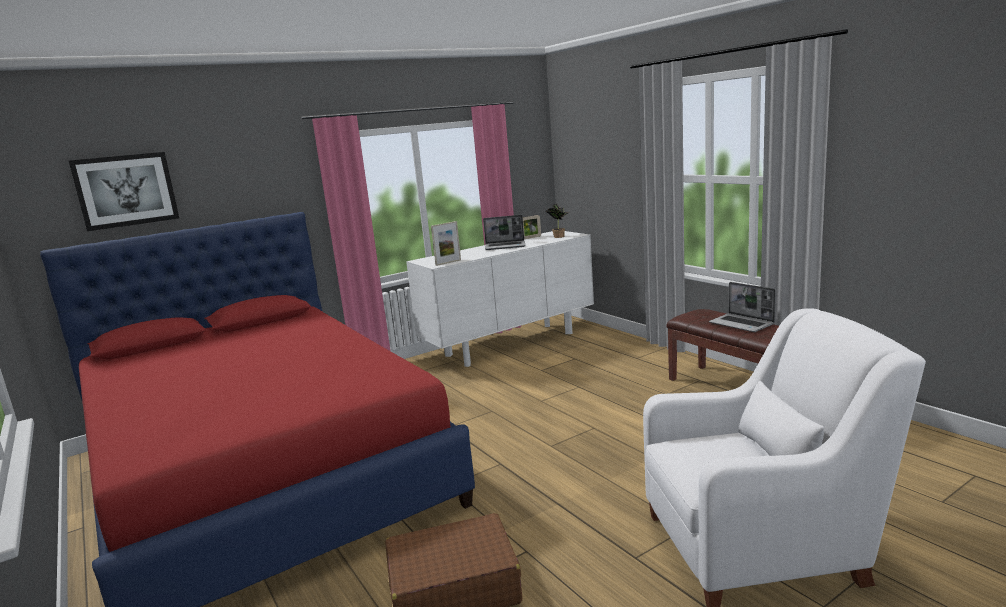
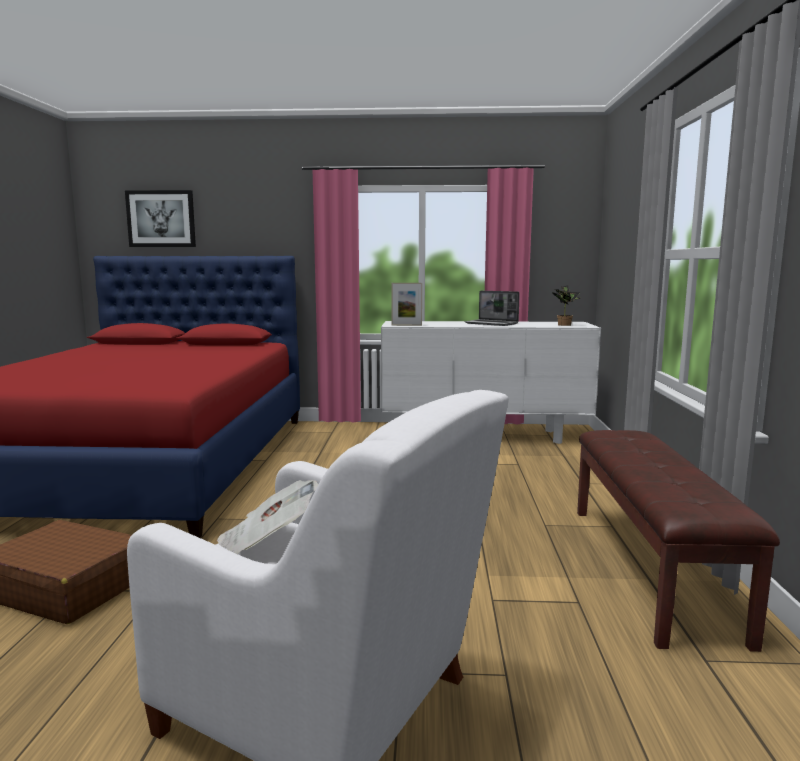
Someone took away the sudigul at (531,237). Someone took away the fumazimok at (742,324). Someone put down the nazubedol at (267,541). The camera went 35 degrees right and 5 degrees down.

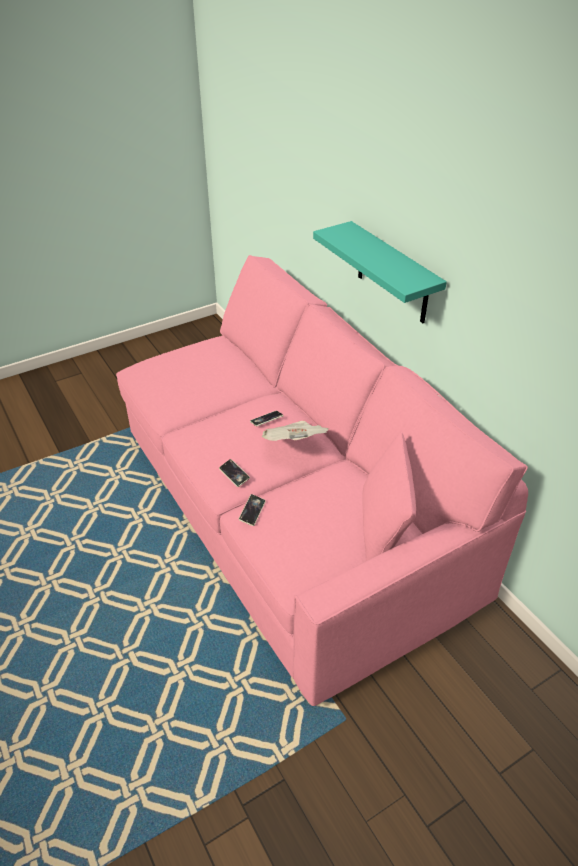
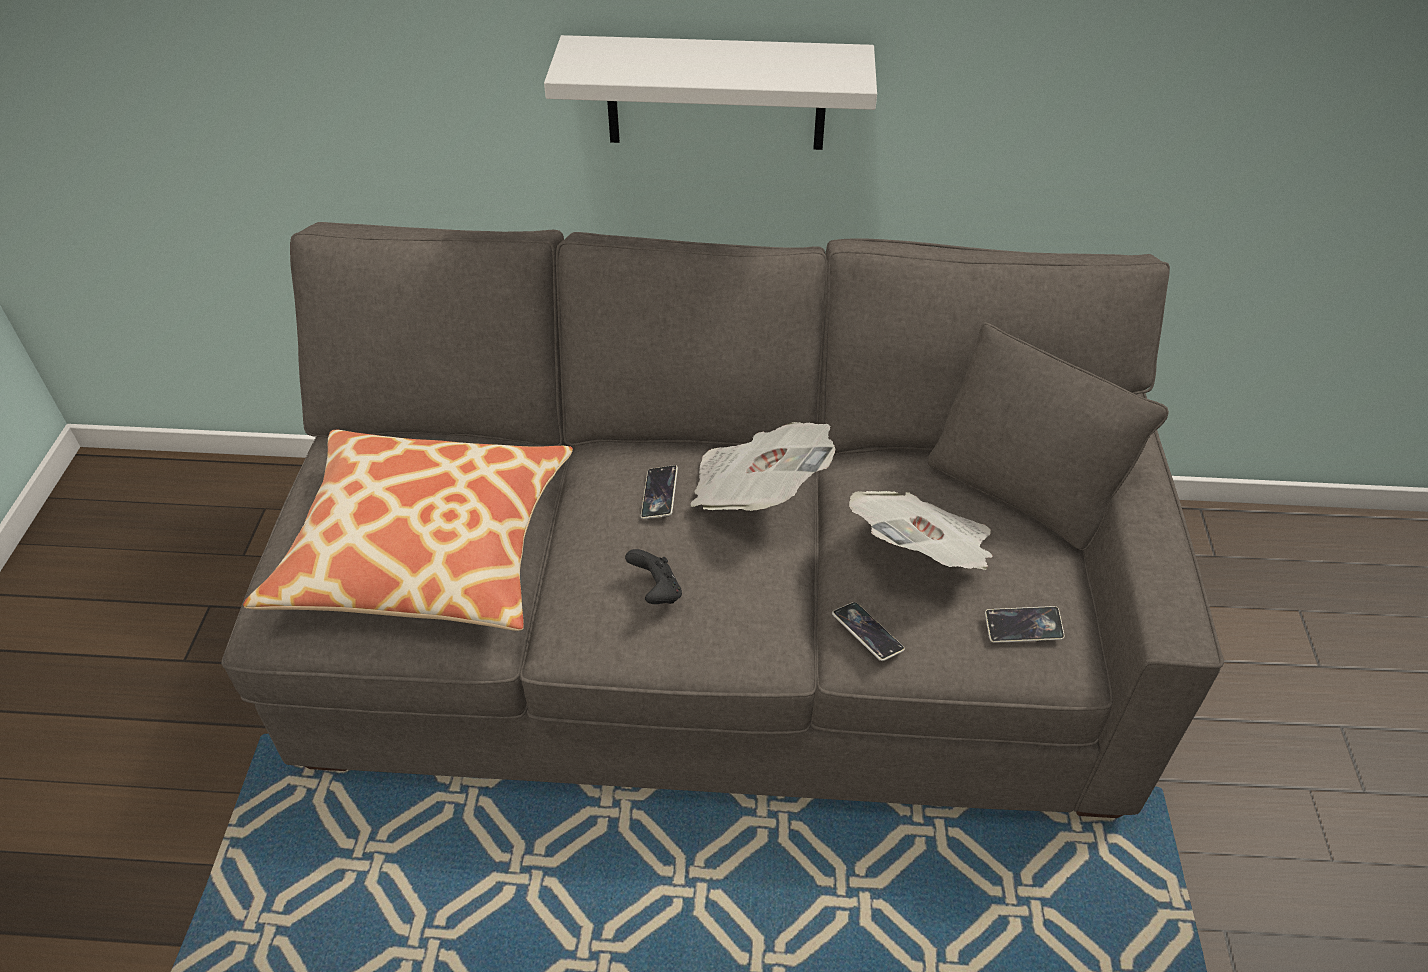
Someone put down the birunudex at (426,548). Someone put down the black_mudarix at (656,591). Someone put down the nazubedol at (922,554). Someone carried the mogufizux from (234,474) to (1023,628). Someone repainted the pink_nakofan at (290,511), which became the grey_nakofan at (714,630). Someone repainted the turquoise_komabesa at (393,274), which became the white_komabesa at (716,93). The camera went 55 degrees left and 5 degrees up.

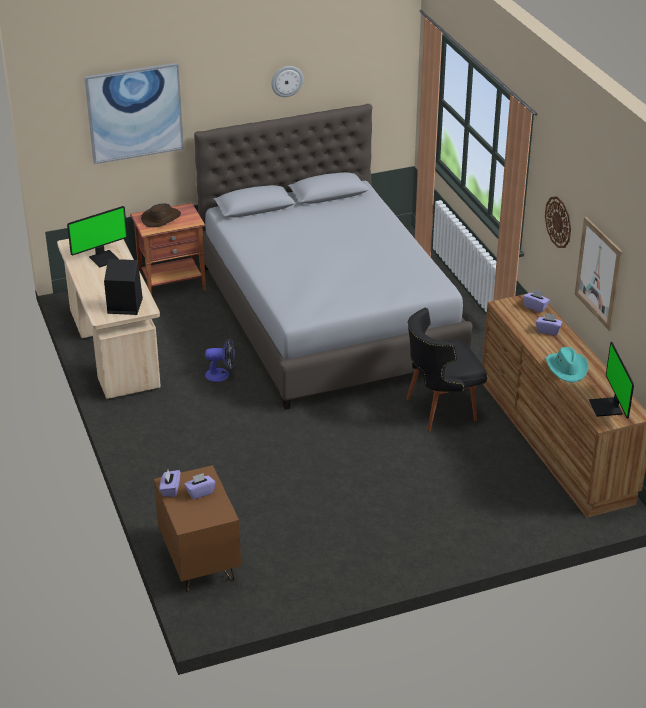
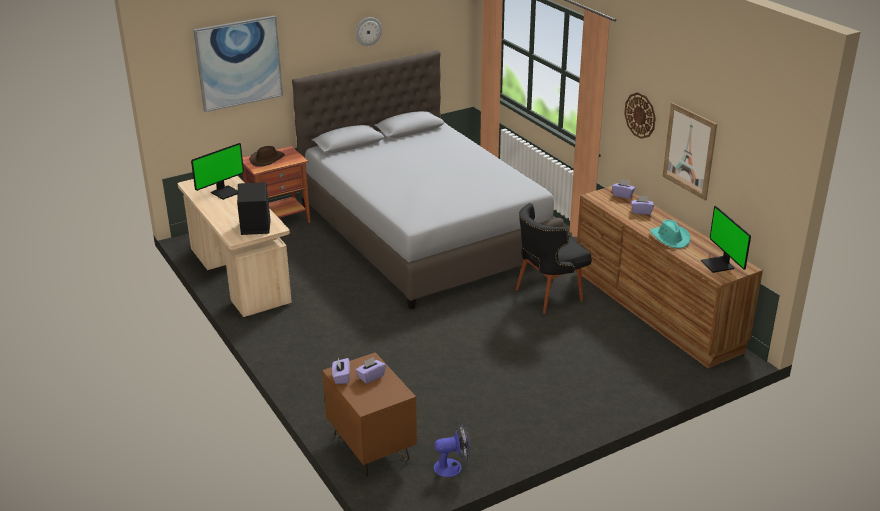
Someone carried the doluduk from (221,375) to (453,467). The camera went 10 degrees left and 5 degrees down.

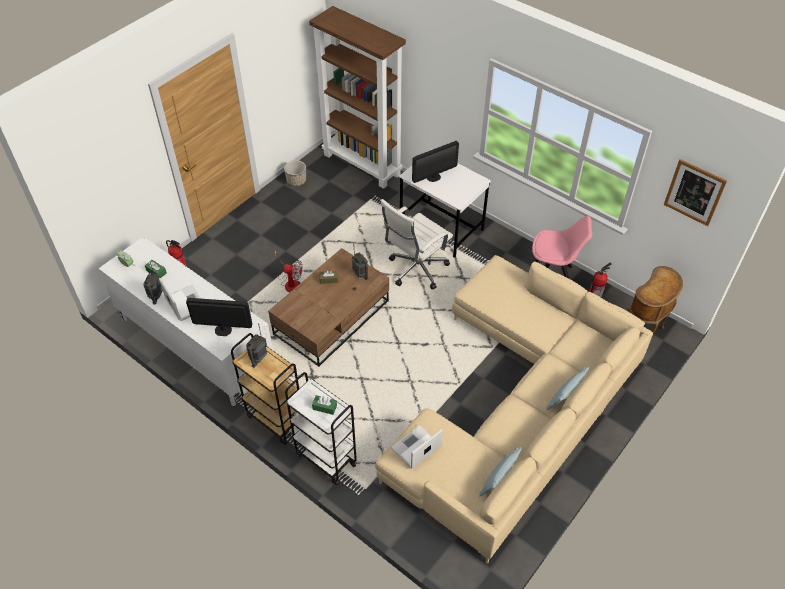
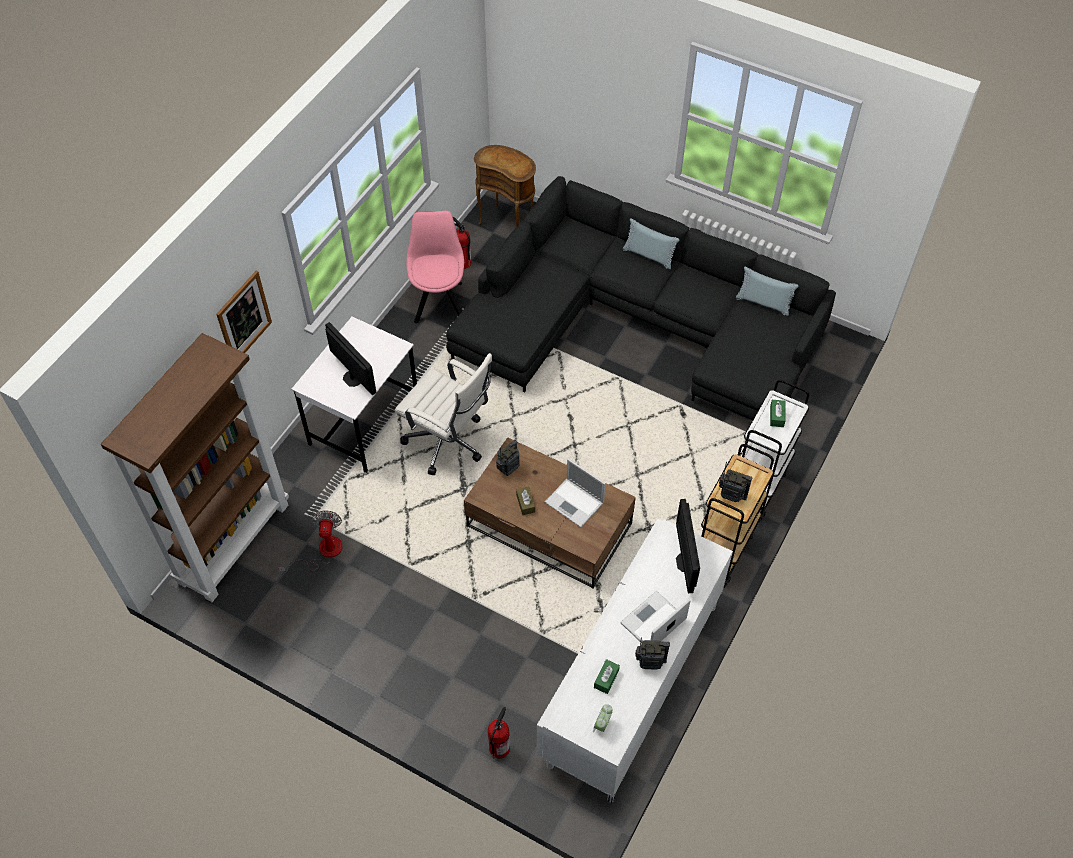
Someone took away the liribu at (296,181). Someone carried the doluduk from (290,282) to (322,552). Someone carried the fumazimok from (415,448) to (575,503). Someone carried the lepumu from (694,192) to (243,317). Someone repainted the beige_nakofan at (517,407), which became the black_nakofan at (636,323). The camera went 100 degrees left and 5 degrees up.

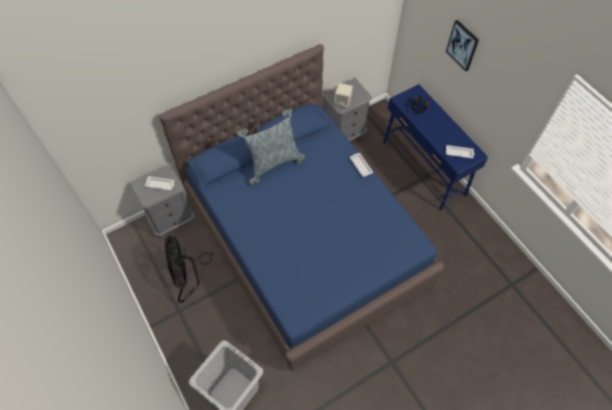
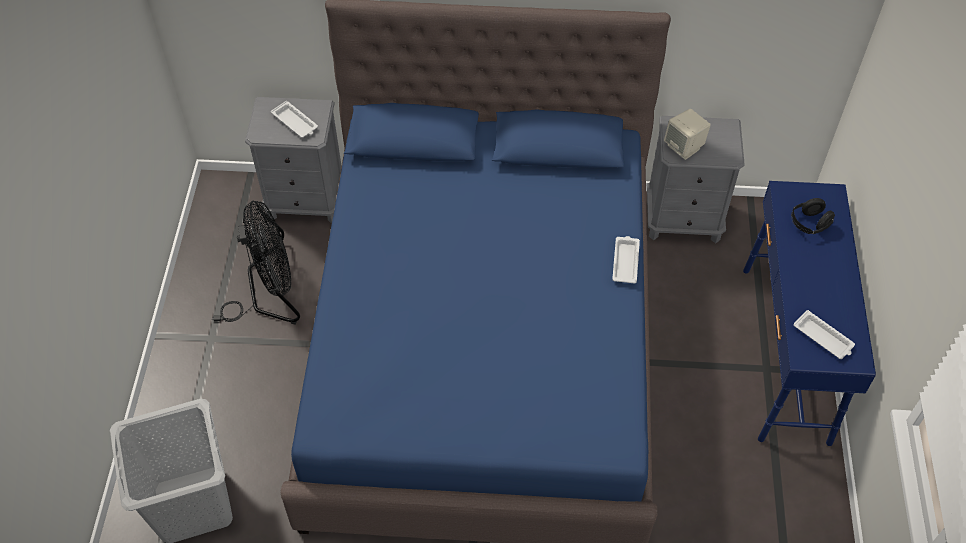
Someone took away the birunudex at (273,165). Someone took away the lepumu at (462,45). Someone rotated the black_doluduk at (187,272) by 150 degrees clockwise. The camera went 35 degrees right and 5 degrees down.

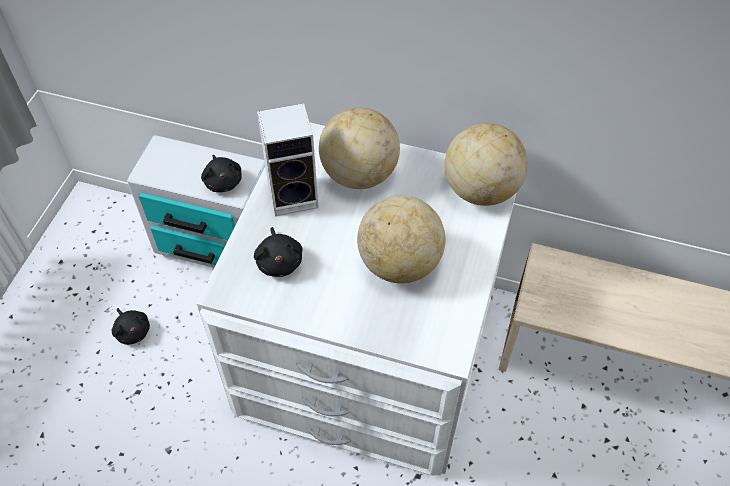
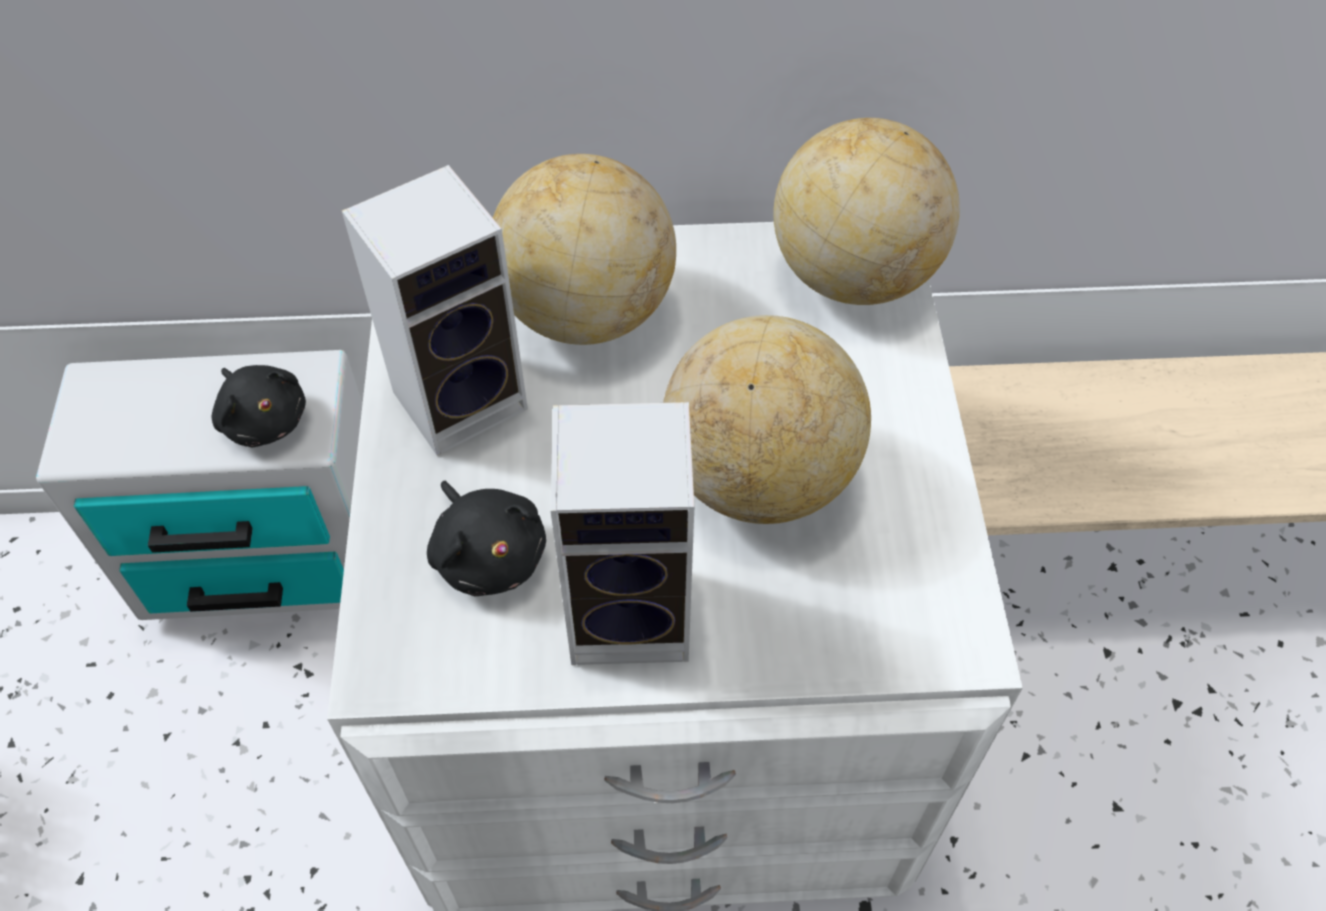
Someone took away the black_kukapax at (132,331). Someone put down the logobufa at (634,612). The camera went 20 degrees left and 0 degrees up.

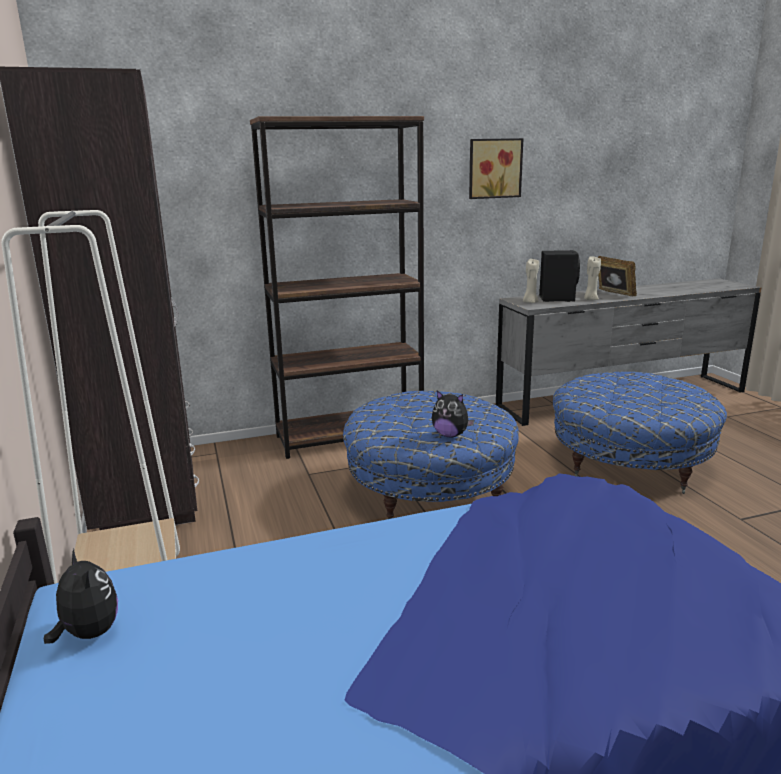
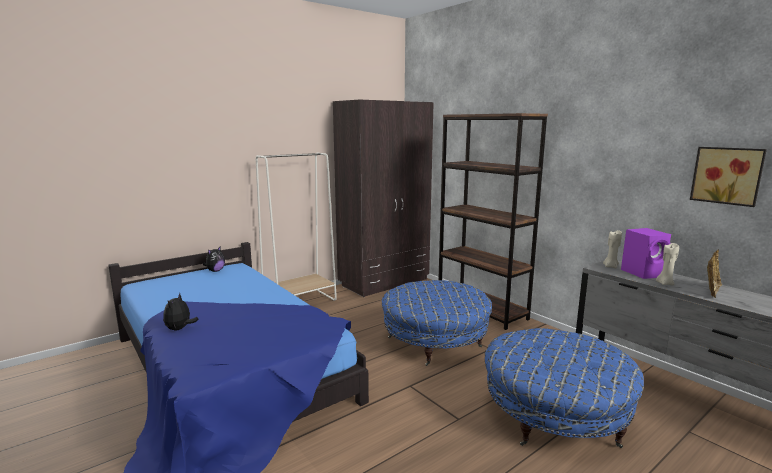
Someone carried the kukapax from (450,435) to (180,329). Someone carried the lepumu from (494,168) to (727,175). Someone repainted the black_logobufa at (557,298), which became the purple_logobufa at (643,273). The camera went 70 degrees right and 5 degrees down.

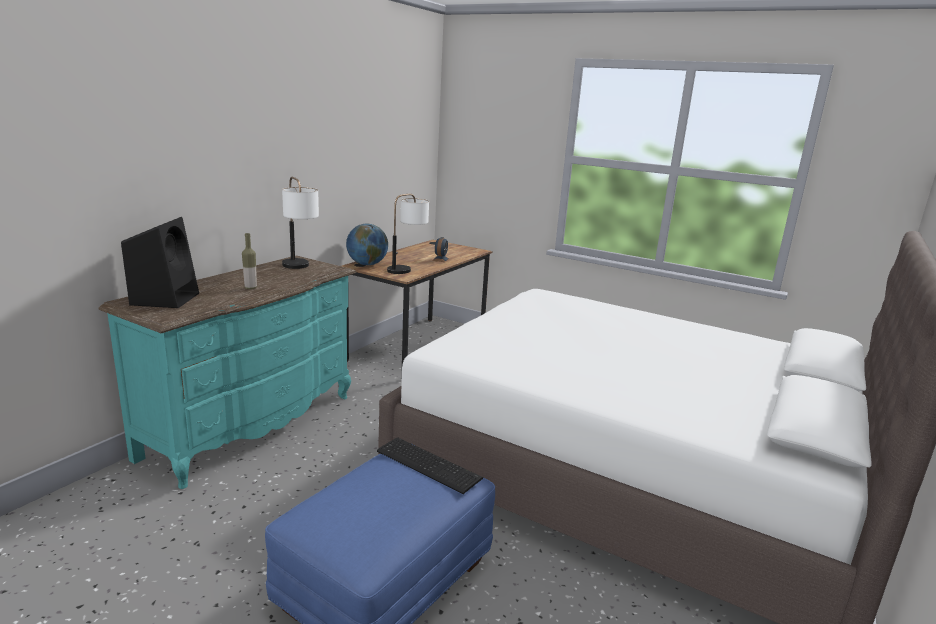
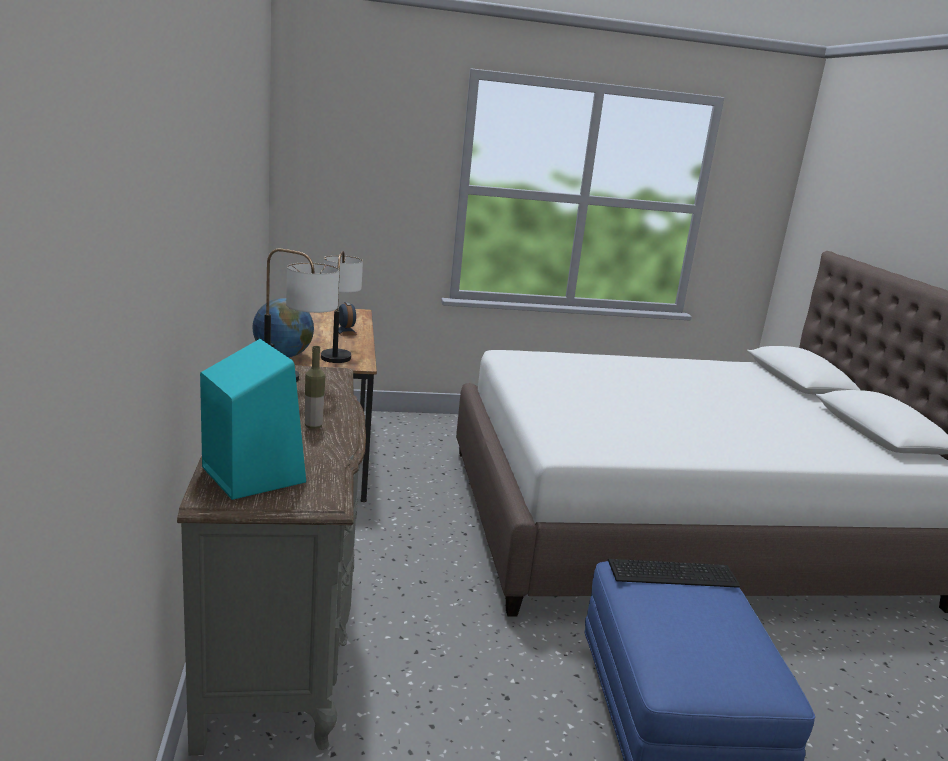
Someone repainted the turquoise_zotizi at (255,426), which became the grey_zotizi at (283,627). Someone repainted the black_logobufa at (165,298), which became the turquoise_logobufa at (251,474). The camera went 40 degrees left and 0 degrees up.

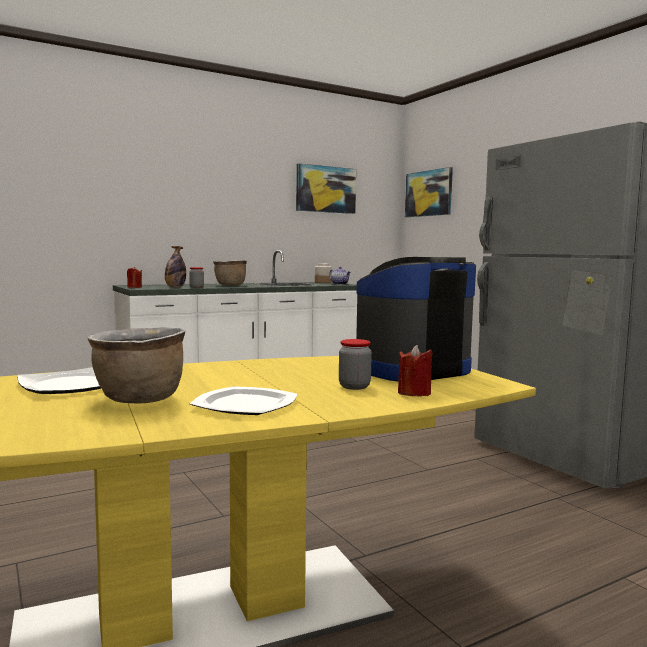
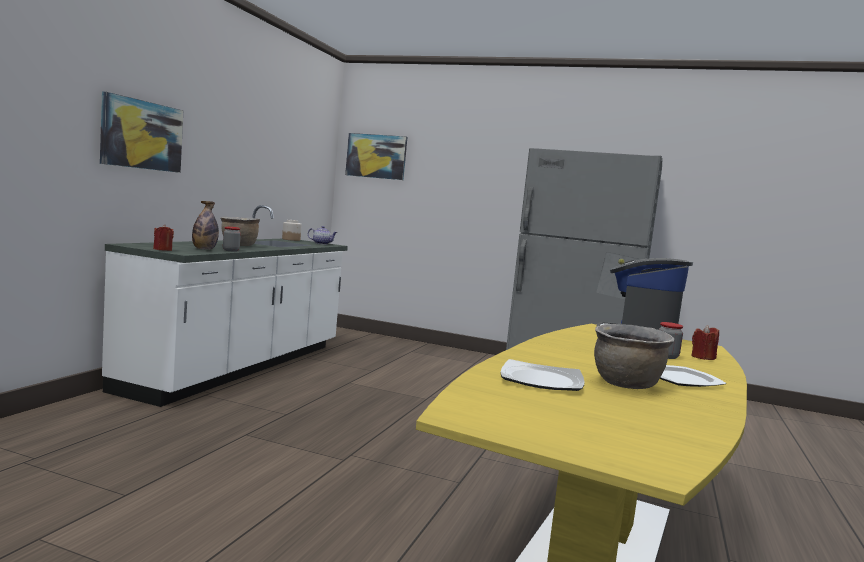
Someone carried the lepumu from (325,189) to (142,135). The camera went 40 degrees left and 0 degrees up.

